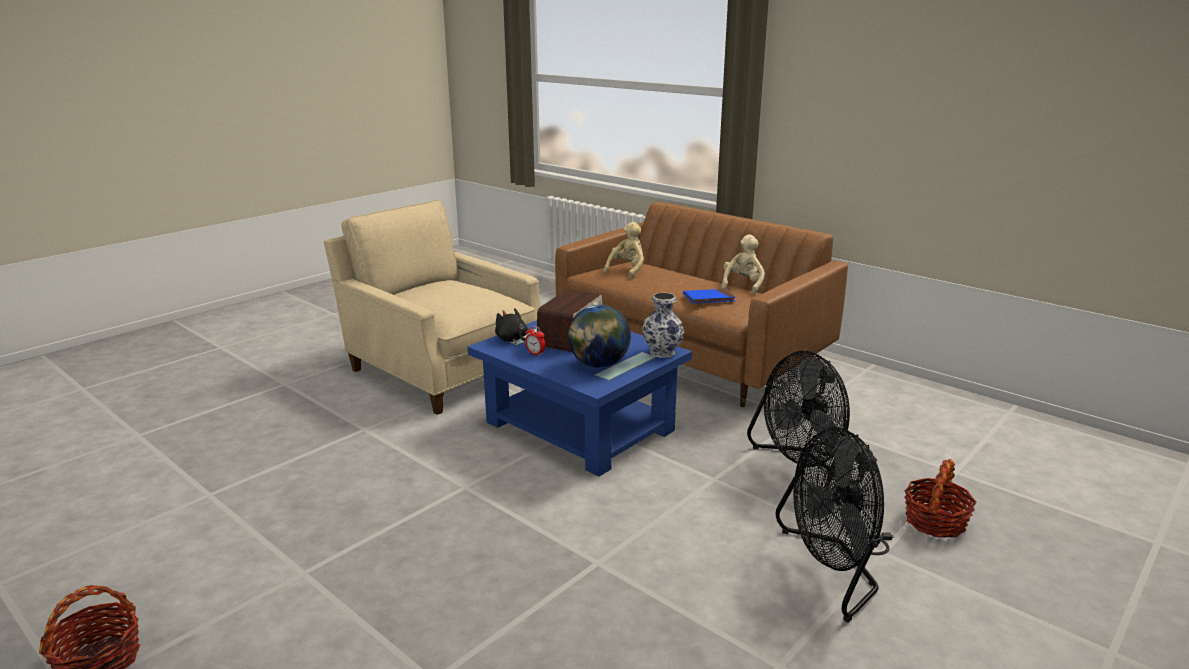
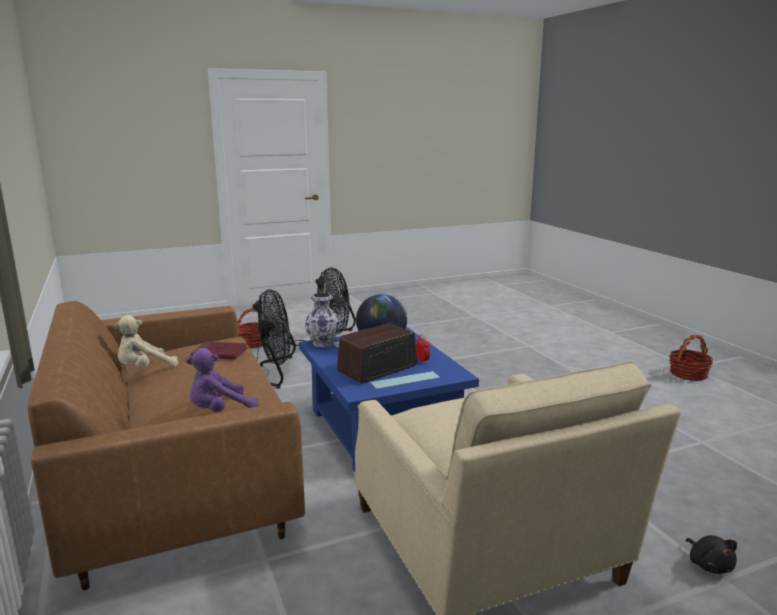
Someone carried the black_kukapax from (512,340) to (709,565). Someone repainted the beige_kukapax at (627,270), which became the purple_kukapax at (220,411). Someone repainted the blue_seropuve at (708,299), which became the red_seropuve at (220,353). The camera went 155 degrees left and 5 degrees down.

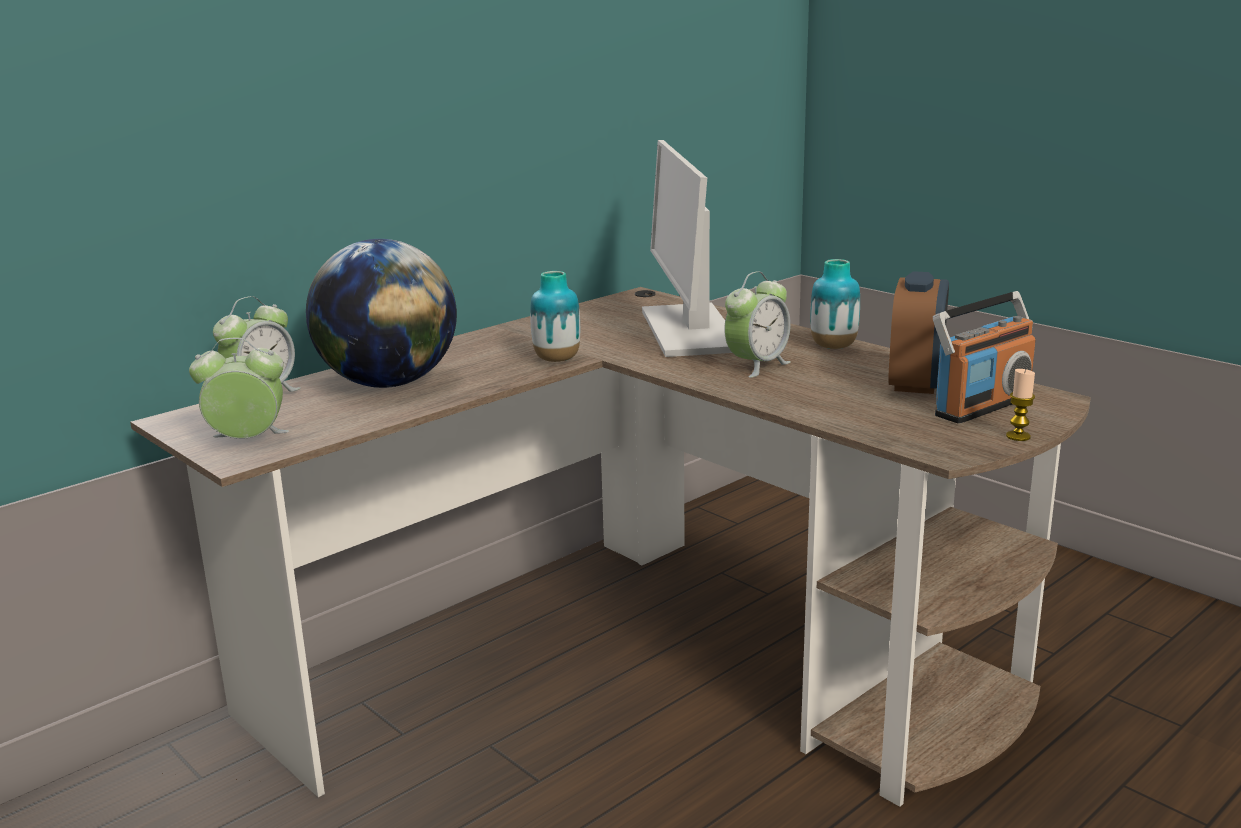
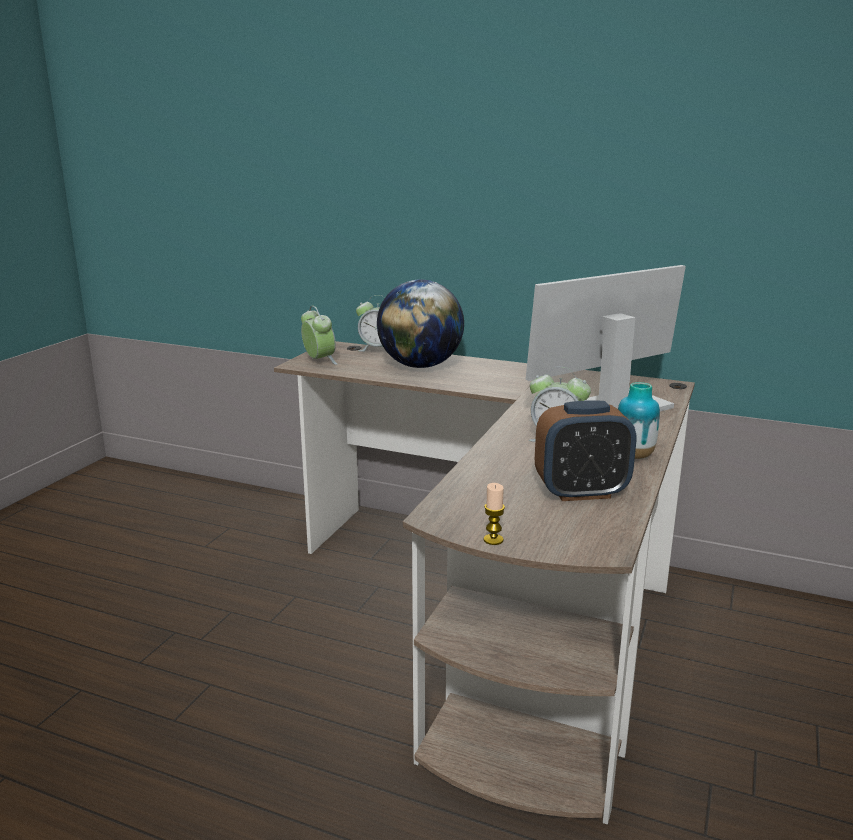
Someone took away the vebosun at (557,360). Someone took away the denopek at (981,406). The camera went 65 degrees right and 0 degrees up.

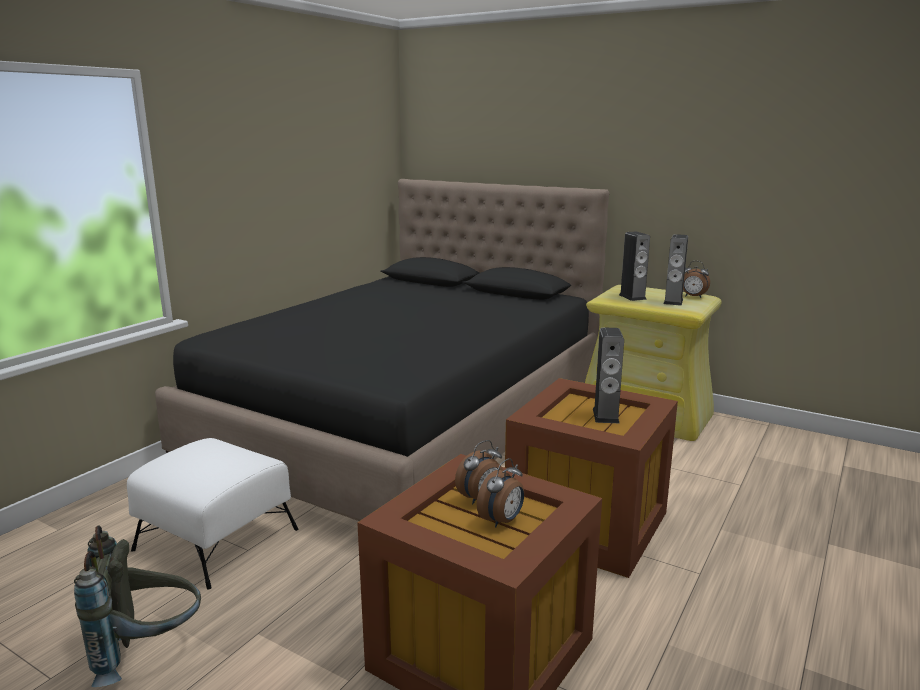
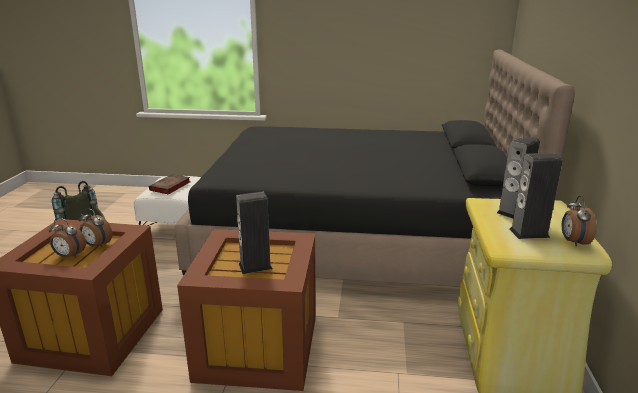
Someone put down the seropuve at (170,187). The camera went 65 degrees right and 5 degrees up.

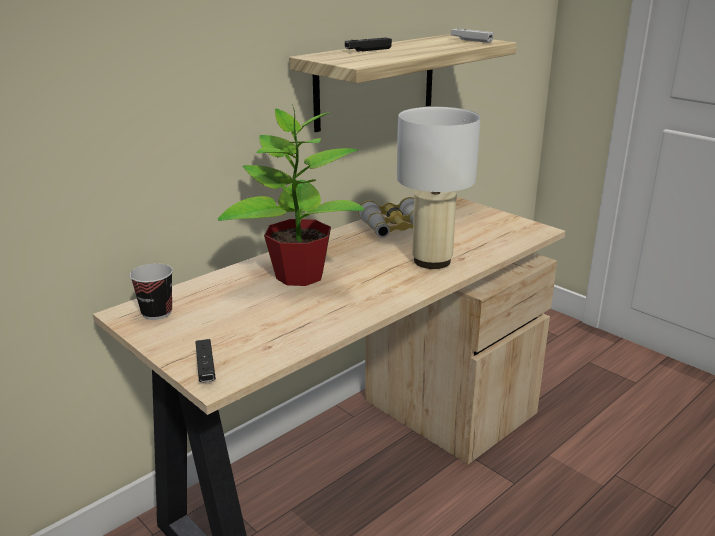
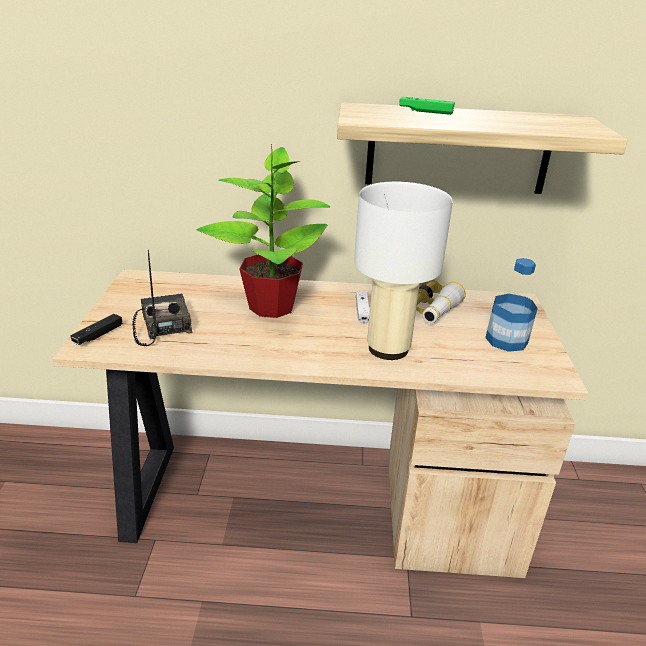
Someone took away the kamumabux at (157,313). Someone put down the denopek at (162,326). Someone put down the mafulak at (506,340). Someone carried the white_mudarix from (471,40) to (362,311). Someone repainted the black_mudarix at (368,50), which became the green_mudarix at (425,111). The camera went 45 degrees right and 5 degrees up.

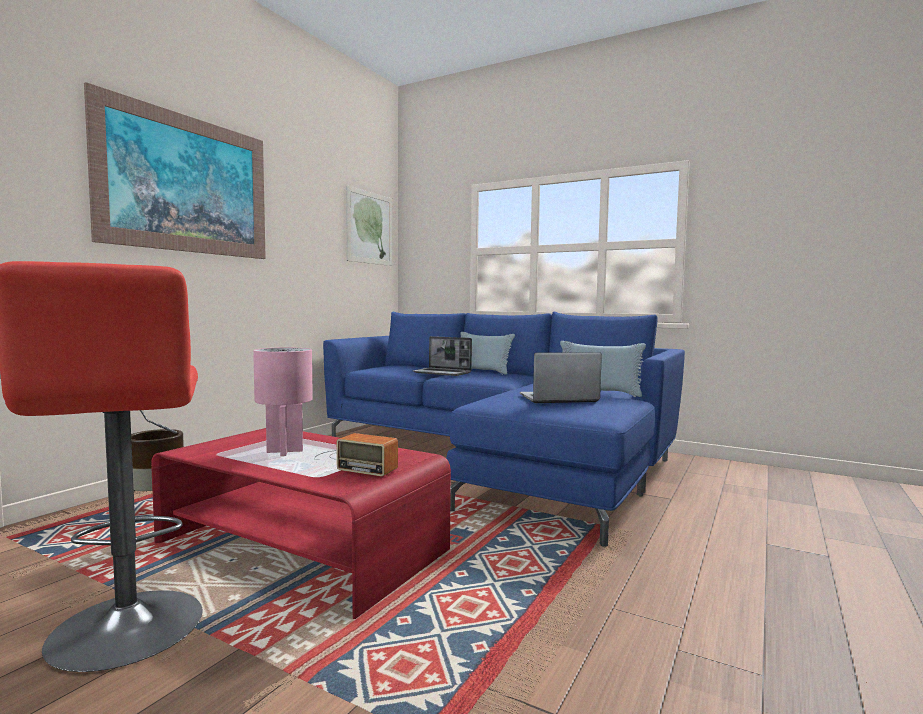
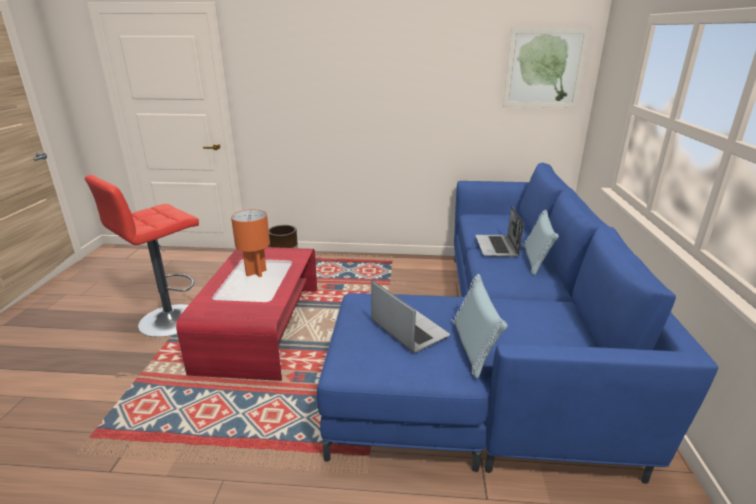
Someone took away the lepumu at (187,184). Someone took away the denopek at (354,462). Someone repainted the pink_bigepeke at (284,451), which became the orange_bigepeke at (255,273). The camera went 65 degrees right and 20 degrees up.

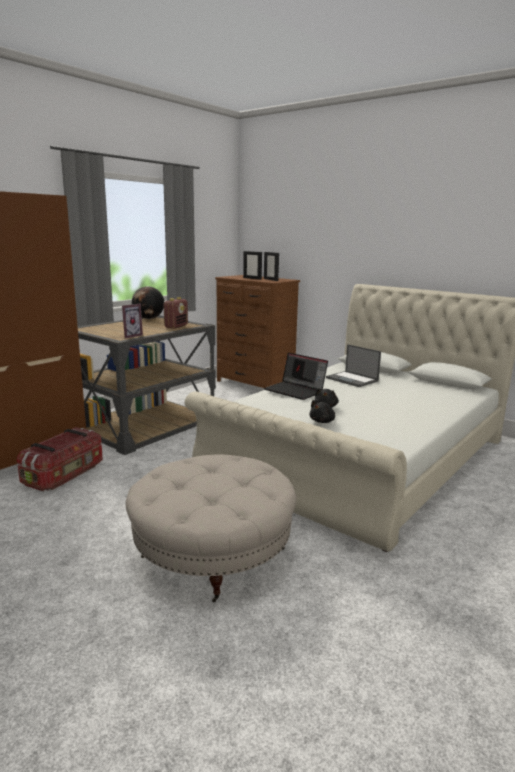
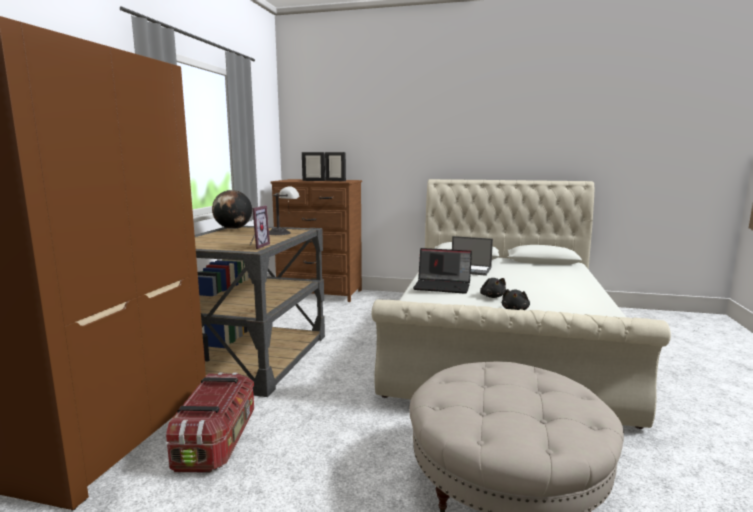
Someone swapped the denopek at (176,326) for the bigepeke at (284,233). The camera went 25 degrees left and 5 degrees down.

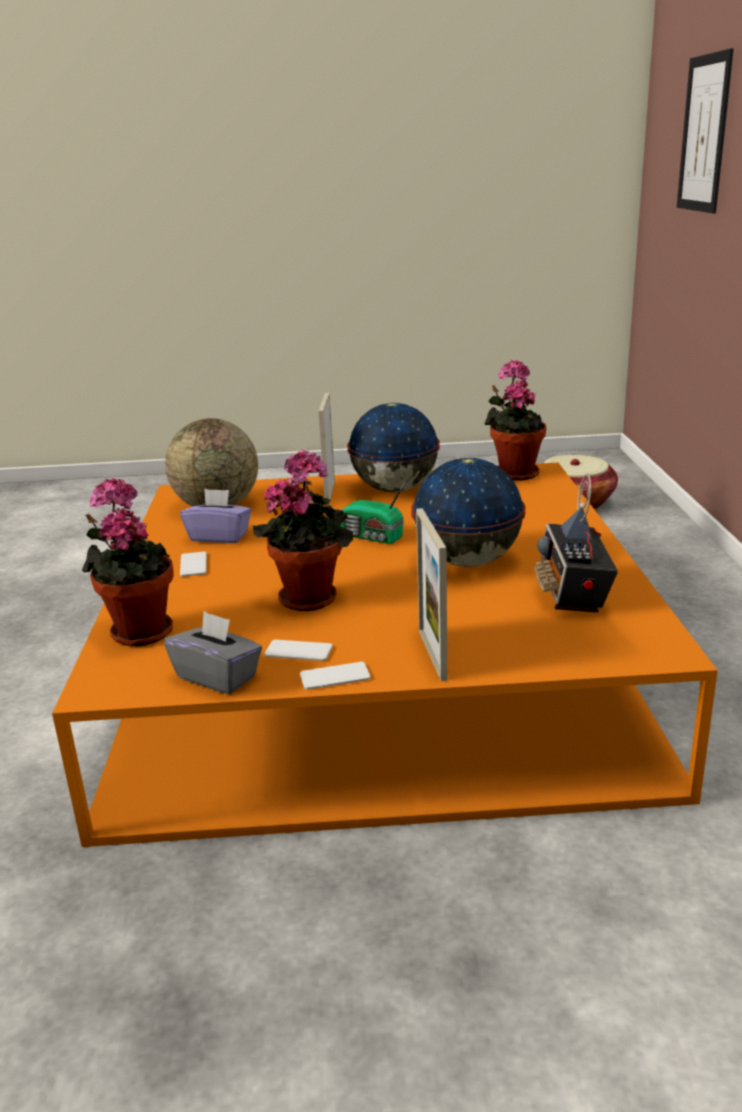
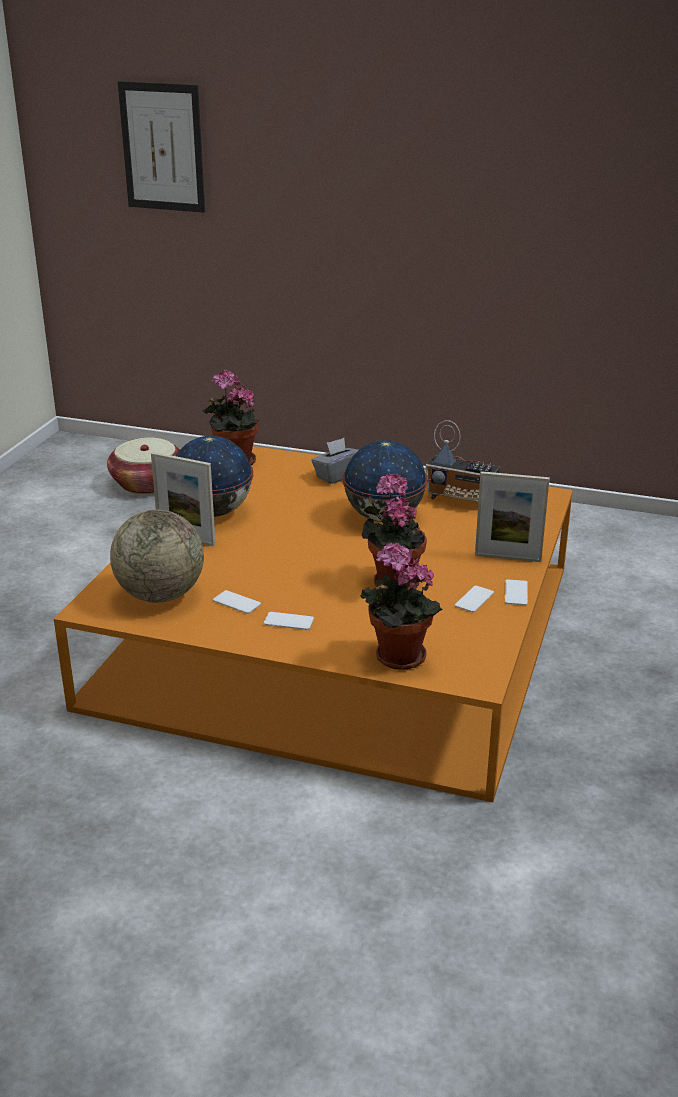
Someone took away the denopek at (372,537). Someone carried the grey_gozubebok from (217,677) to (338,475). Someone swapped the purple_gozubebok at (219,536) for the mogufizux at (237,603). The camera went 70 degrees left and 5 degrees up.

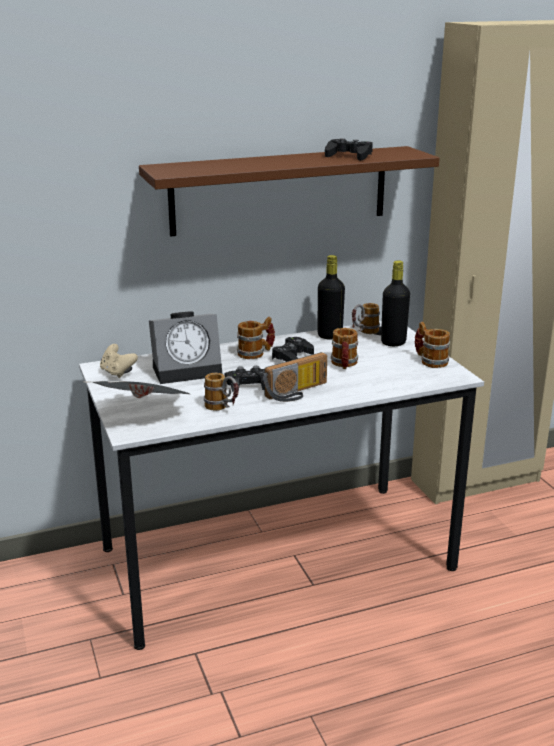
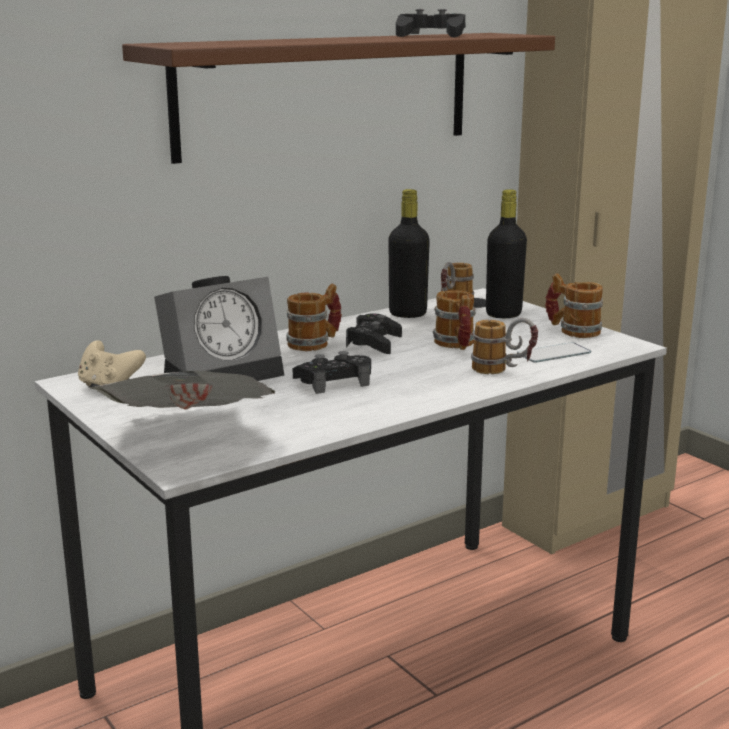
Someone took away the denopek at (298,393). Someone put down the mogufizux at (554,353). Someone carried the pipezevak from (223,409) to (503,371). The camera went 15 degrees left and 5 degrees down.

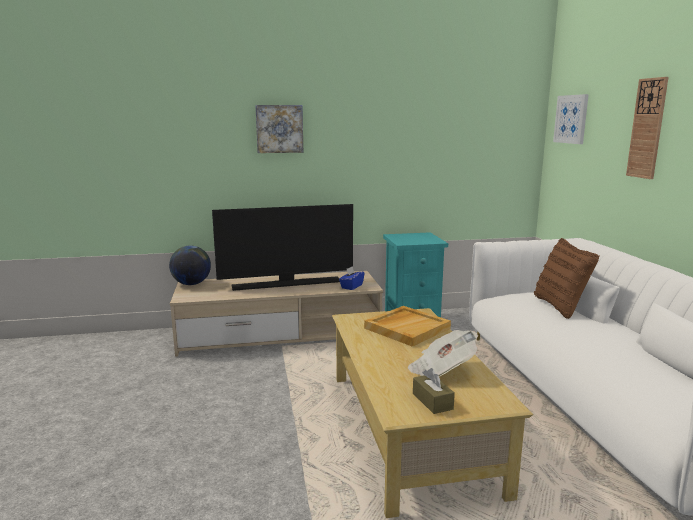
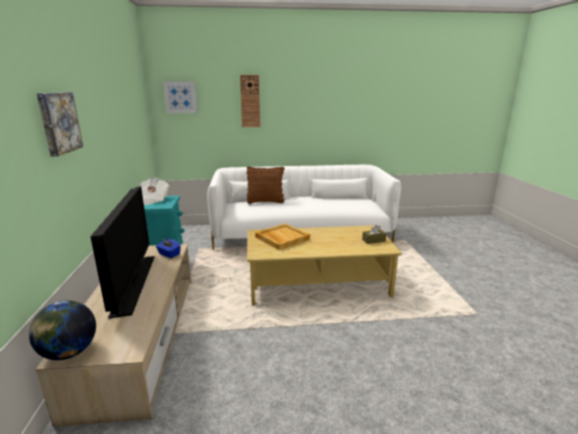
Someone carried the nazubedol from (441,370) to (153,199). The camera went 85 degrees left and 5 degrees up.

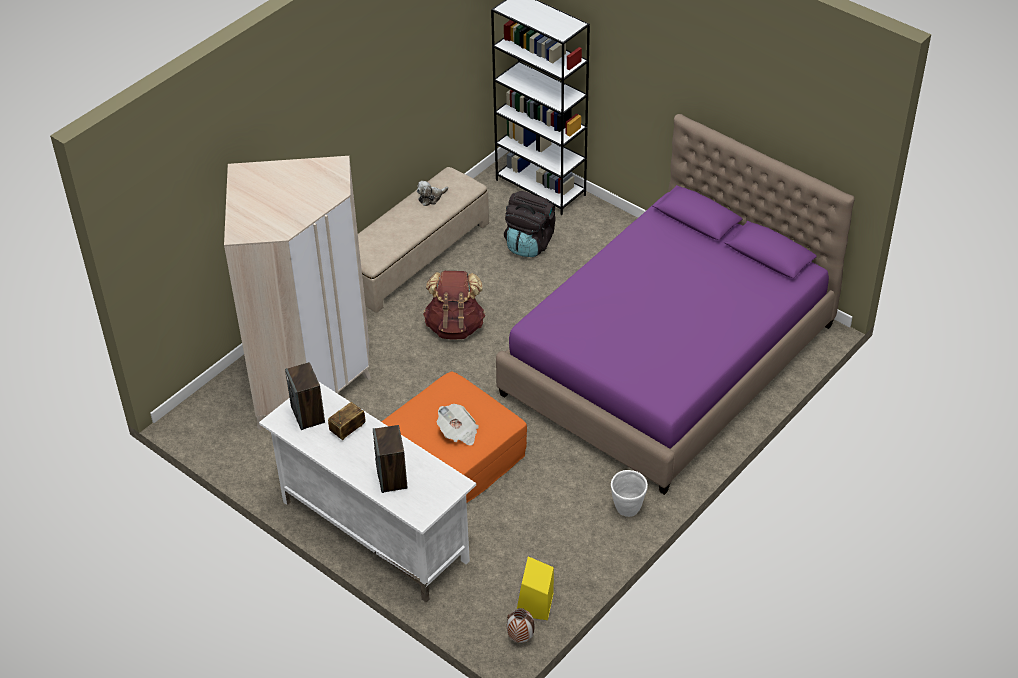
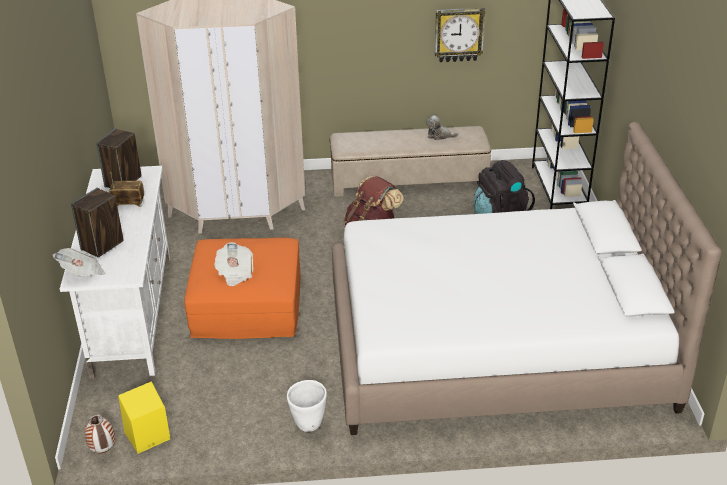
Someone put down the nazubedol at (82,273). Someone put up the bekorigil at (458,34). Someone repainted the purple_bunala at (669,359), which became the white_bunala at (496,347). The camera went 45 degrees right and 10 degrees down.

